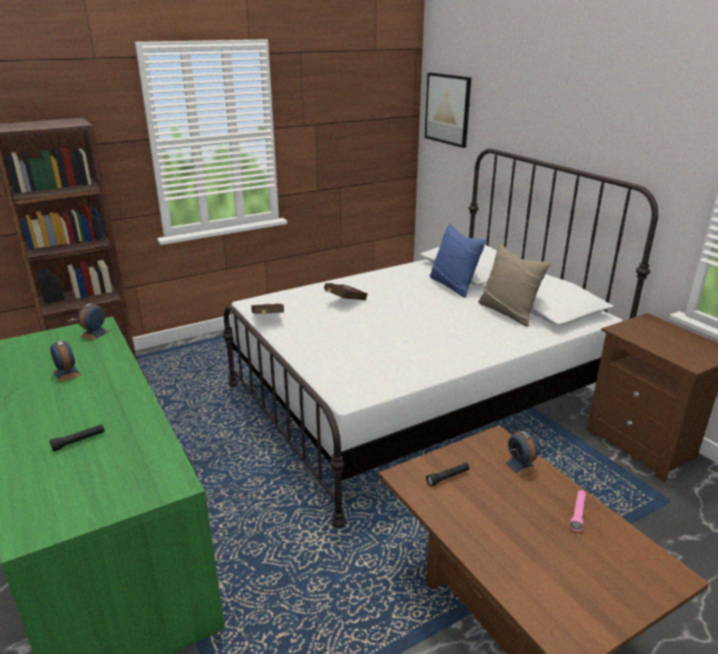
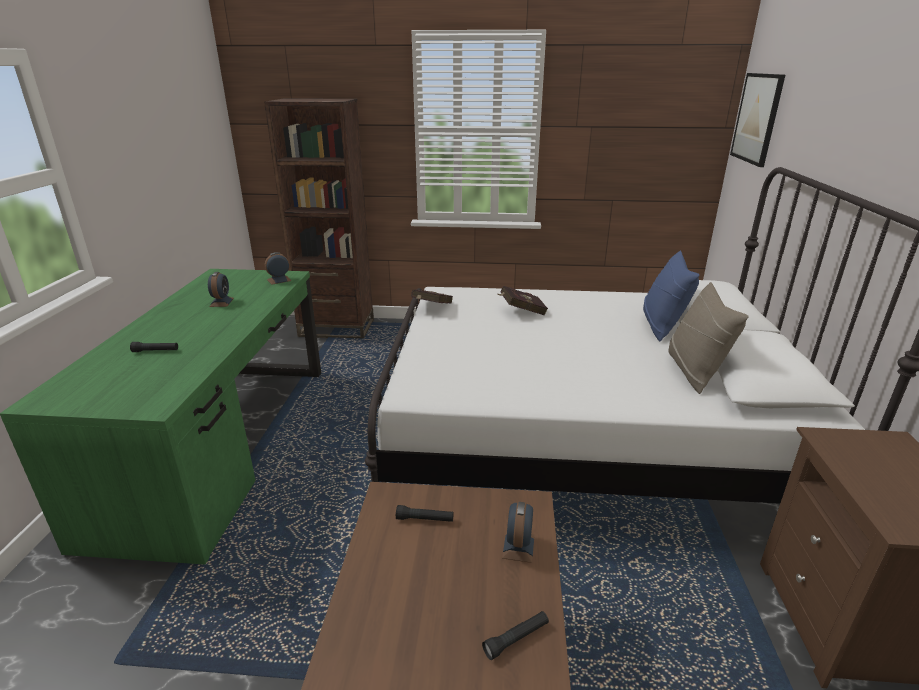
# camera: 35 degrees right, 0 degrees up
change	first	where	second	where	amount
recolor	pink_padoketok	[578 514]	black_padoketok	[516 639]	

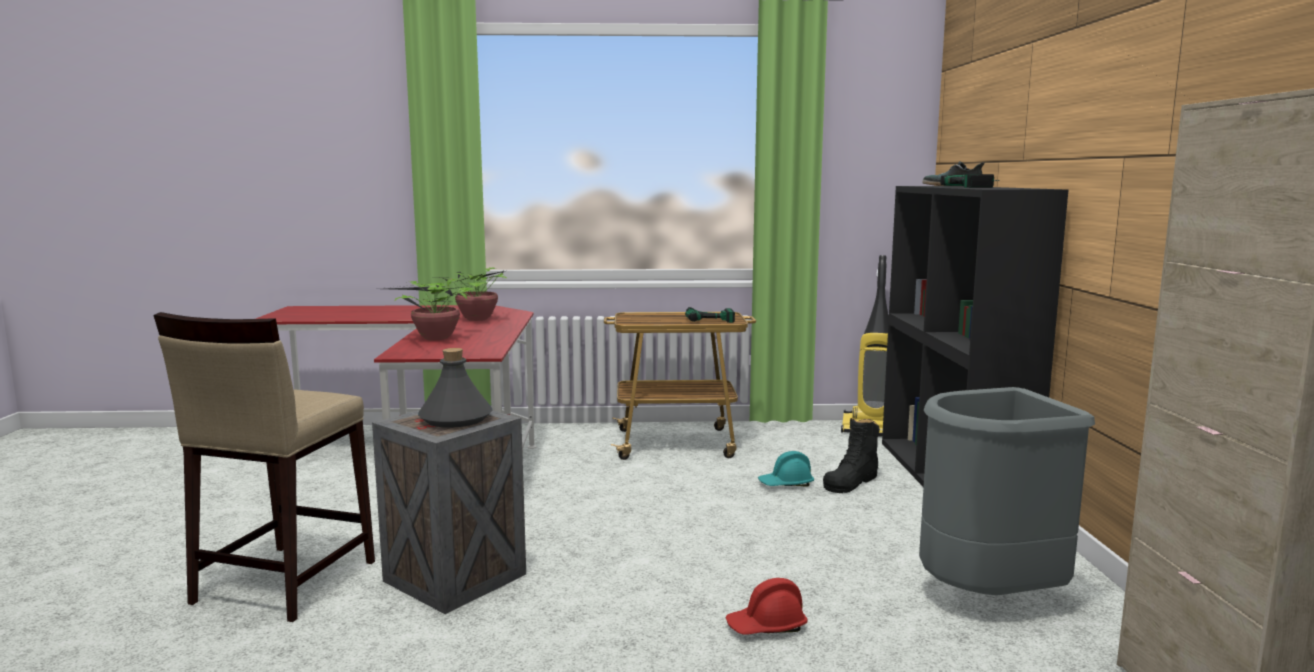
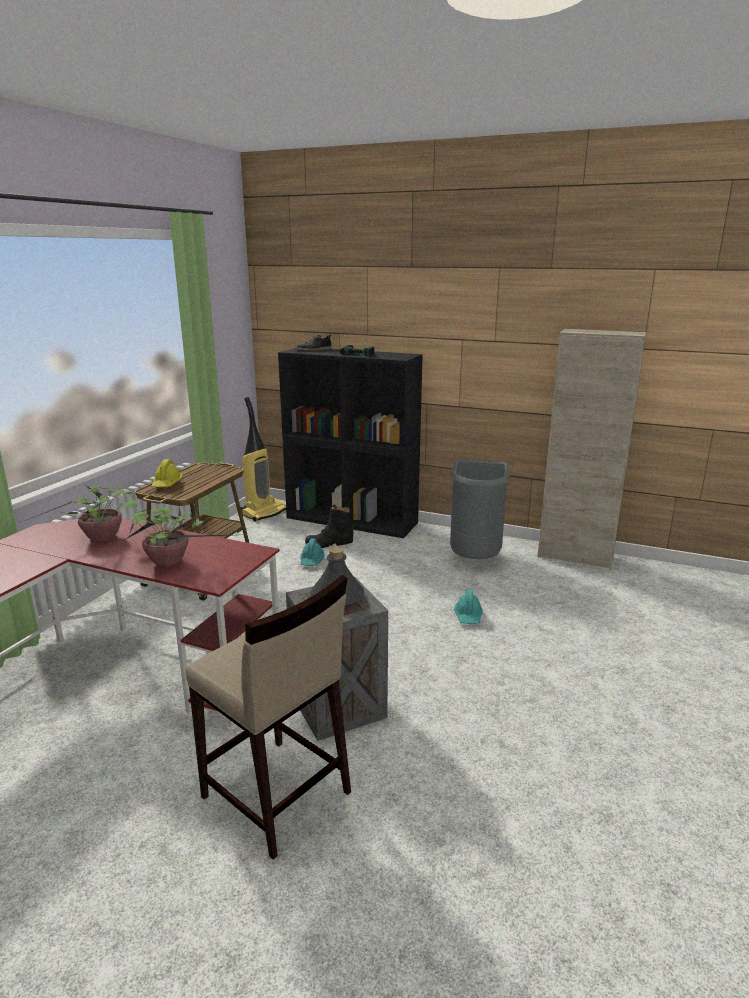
# camera: 65 degrees left, 10 degrees up
change	first	where	second	where	amount
insert			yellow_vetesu	[167 484]	
rotate	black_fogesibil	[851 482]		[329 544]	90 degrees clockwise
recolor	red_vetesu	[766 626]	turquoise_vetesu	[468 616]	
delete	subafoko	[707 318]			

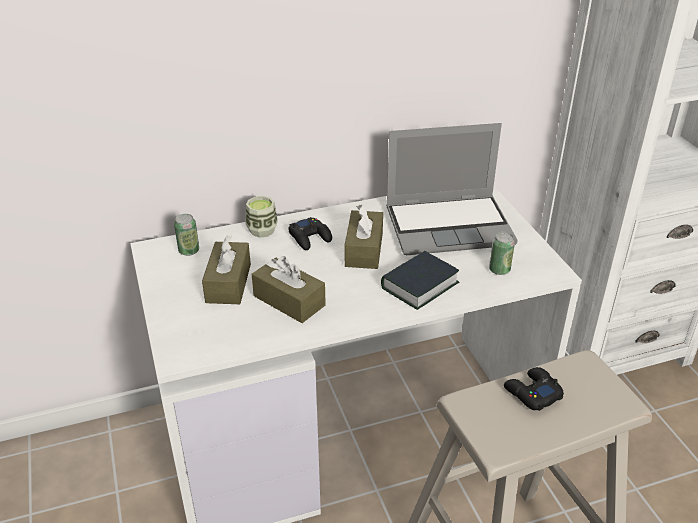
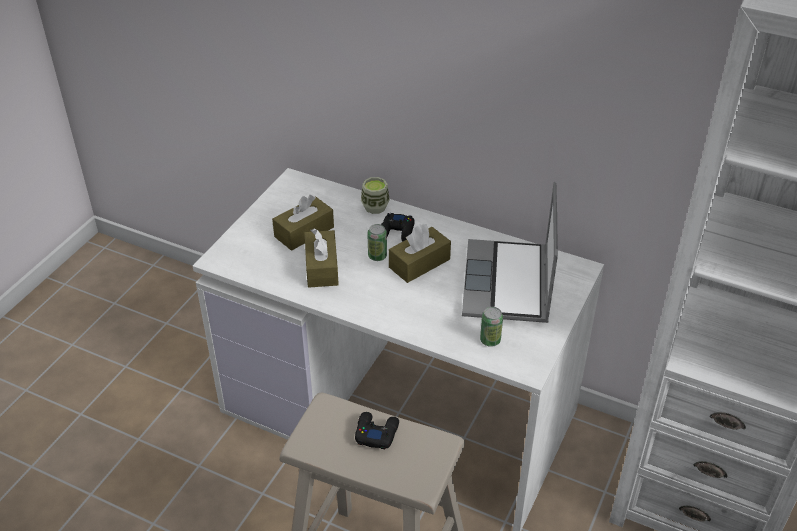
# camera: 45 degrees right, 5 degrees up
change	first	where	second	where	amount
move	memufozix	[189 251]		[377 256]	
rotate	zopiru	[450 225]		[508 284]	60 degrees clockwise
delete	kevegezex	[419 285]			

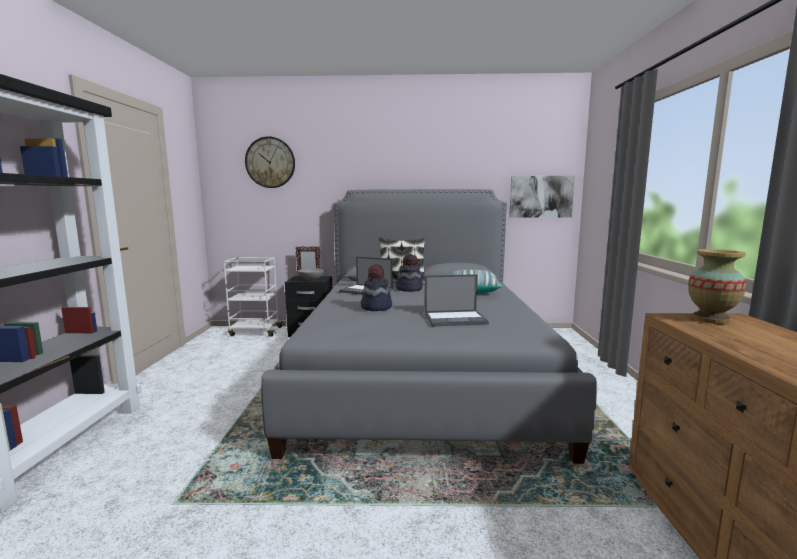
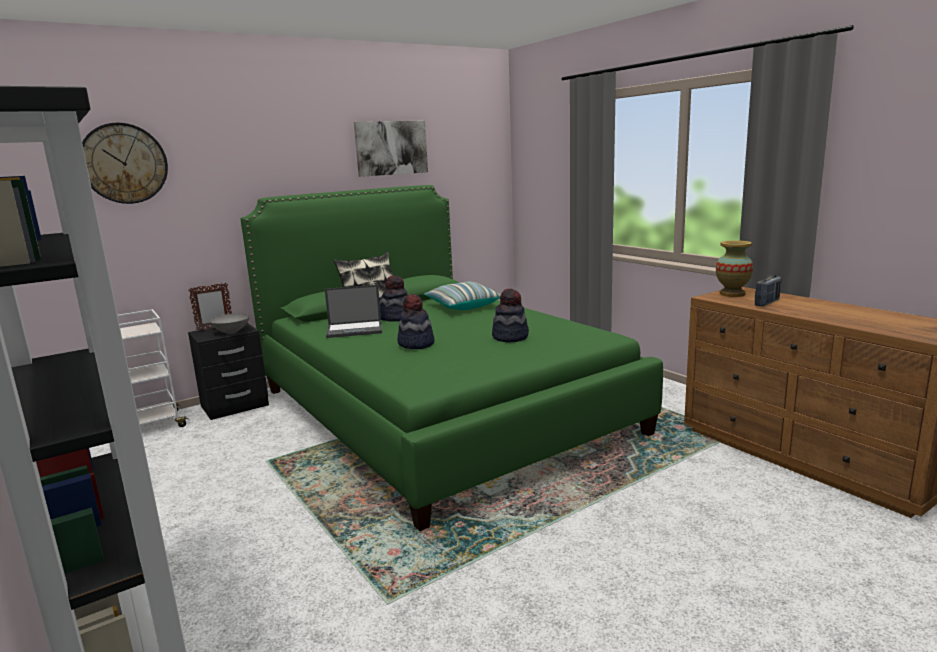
# camera: 35 degrees left, 5 degrees up
change	first	where	second	where	amount
recolor	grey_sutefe	[420 373]	green_sutefe	[438 410]	
move	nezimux	[541 196]		[391 148]	
replace	zopiru	[456 319]	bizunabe	[510 337]	
insert			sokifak	[767 303]	

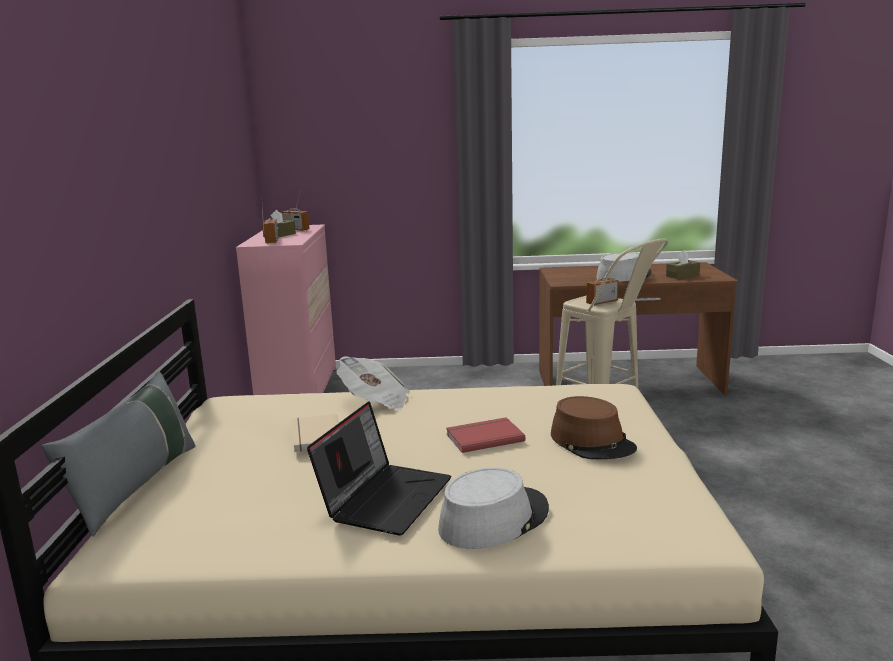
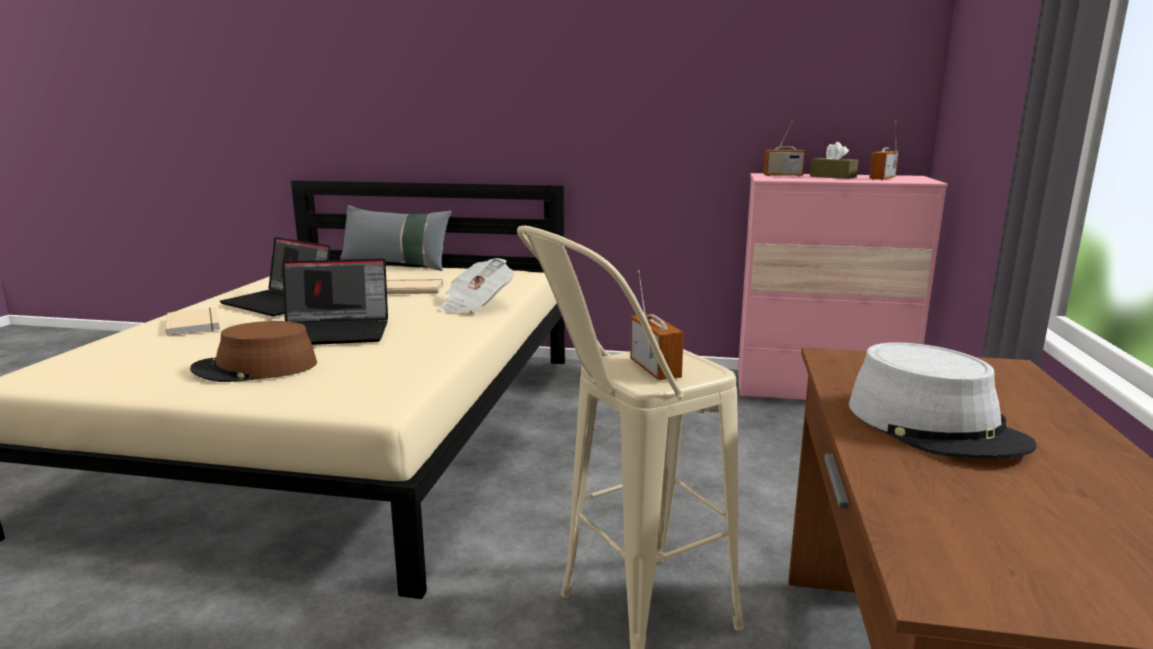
# camera: 100 degrees right, 0 degrees up
change	first	where	second	where	amount
replace	grey_bizunabe	[493 519]	beige_kevegezex	[196 324]	
replace	red_kevegezex	[483 437]	zopiru	[335 332]	
delete	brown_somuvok	[682 276]			

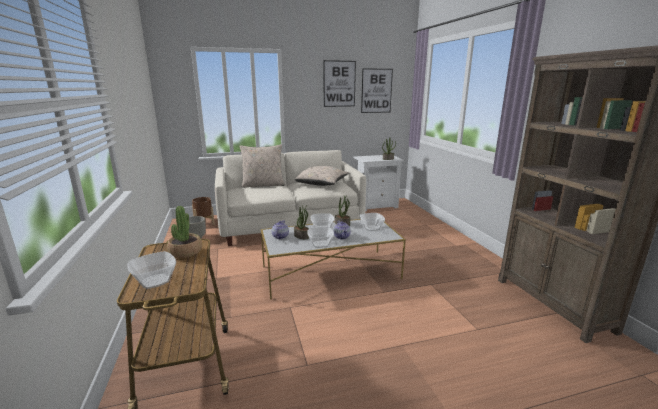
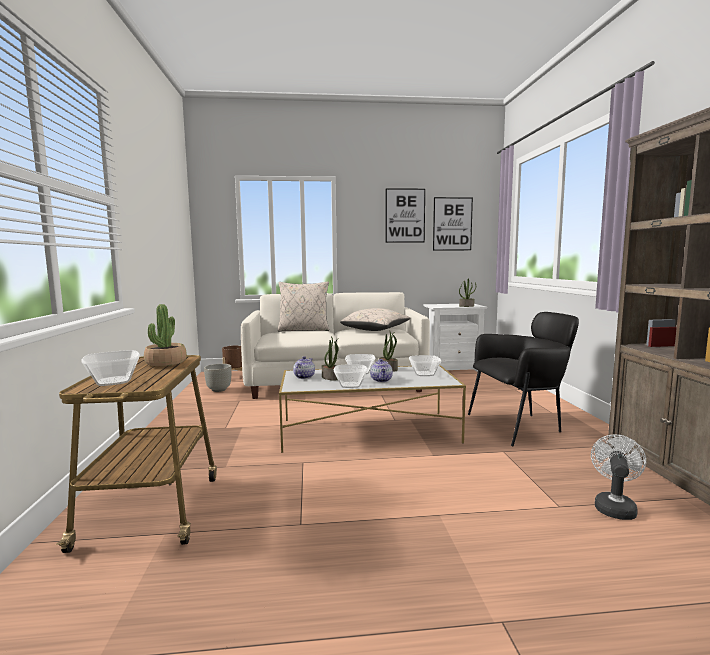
# camera: 10 degrees right, 10 degrees down
change	first	where	second	where	amount
insert			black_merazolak	[520 426]	
insert			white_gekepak	[614 506]	

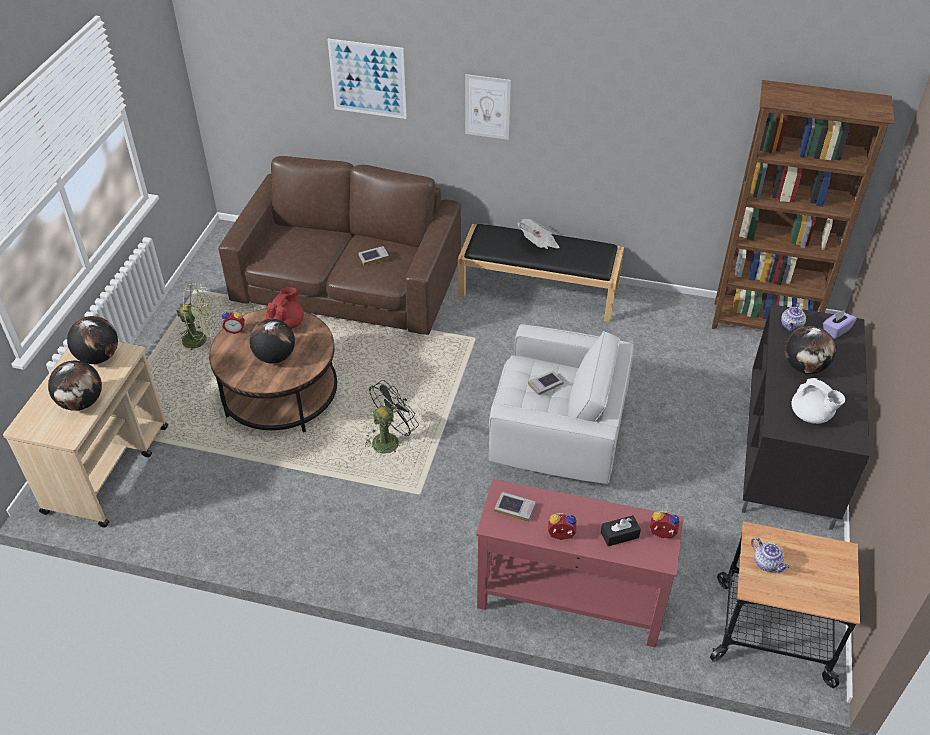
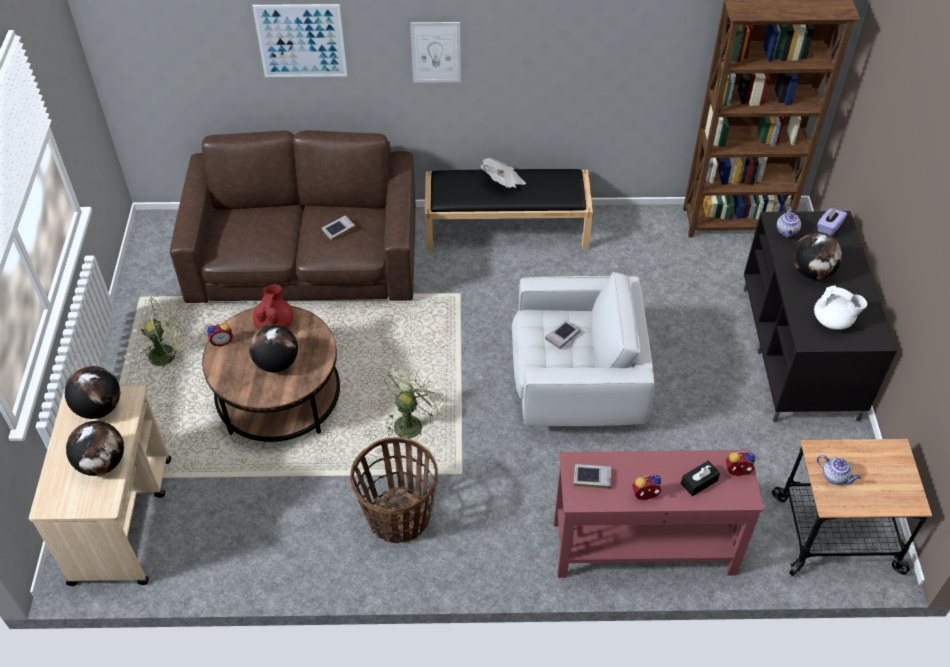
# camera: 15 degrees left, 5 degrees up
change	first	where	second	where	amount
insert			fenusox	[398 517]	
recolor	black_gekepak	[389 439]	green_gekepak	[410 422]	

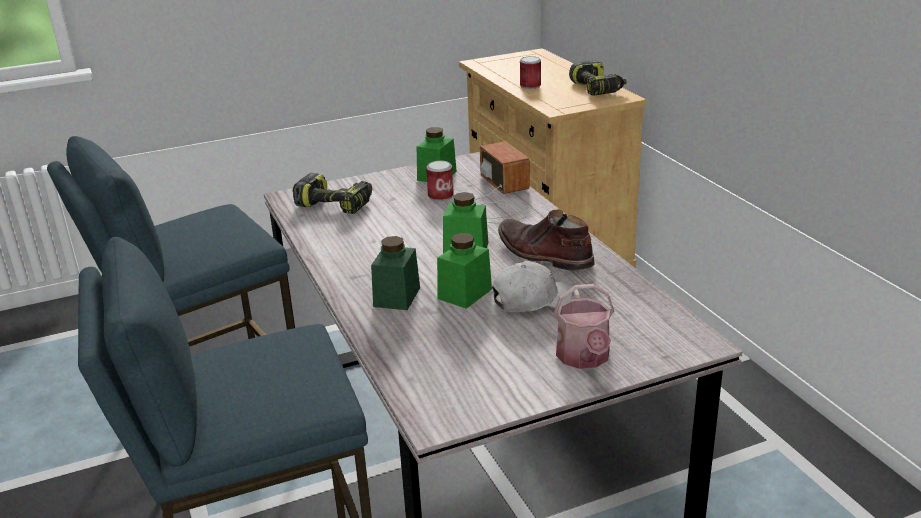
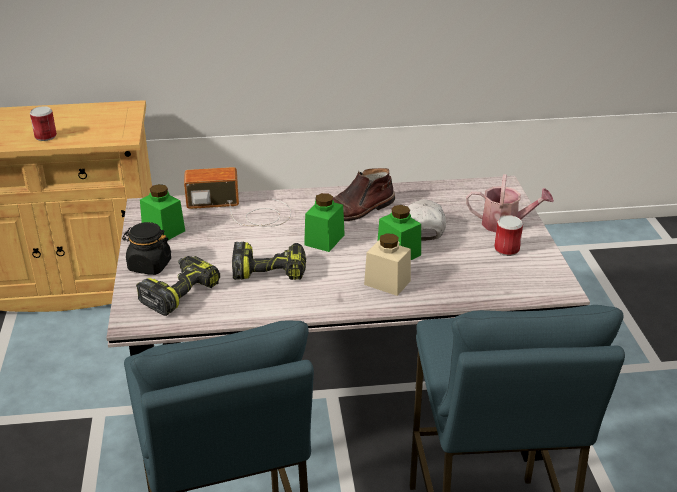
# camera: 75 degrees left, 5 degrees up
change	first	where	second	where	amount
insert			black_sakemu	[149 265]	
move	subafoko	[597 88]		[270 270]	
recolor	green_sakemu	[397 297]	beige_sakemu	[387 282]	
move	memufozix	[440 196]		[506 249]	

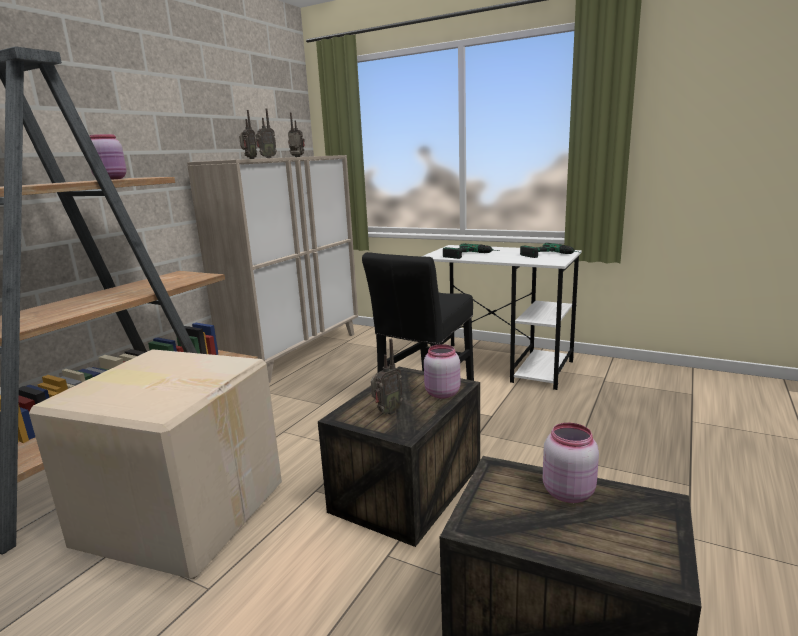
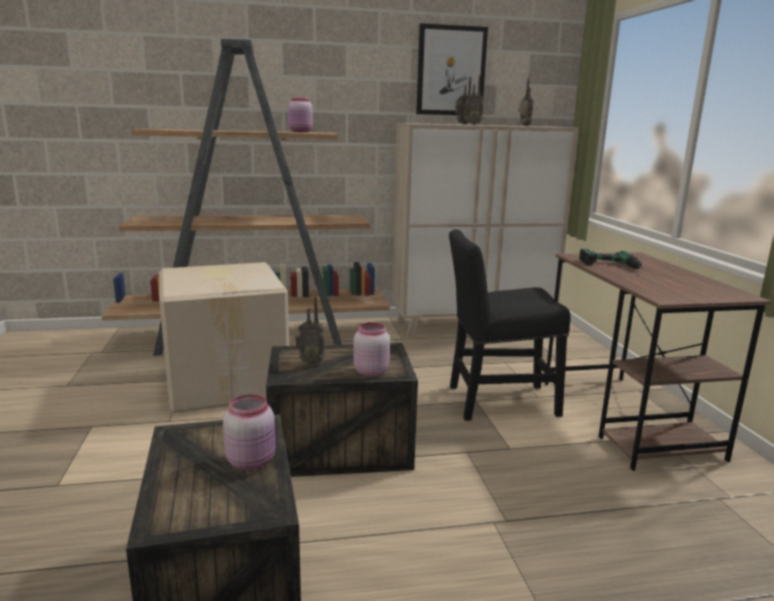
# camera: 50 degrees right, 0 degrees up
change	first	where	second	where	amount
insert			nezimux	[451 71]	
recolor	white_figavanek	[499 365]	brown_figavanek	[626 418]	
delete	subafoko	[551 255]			

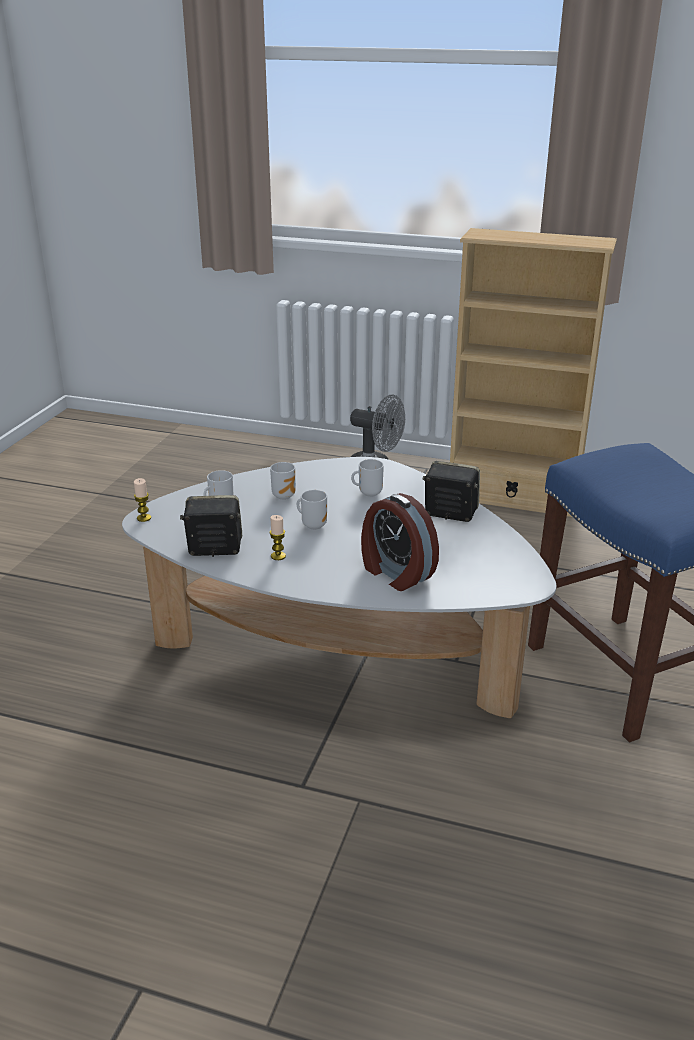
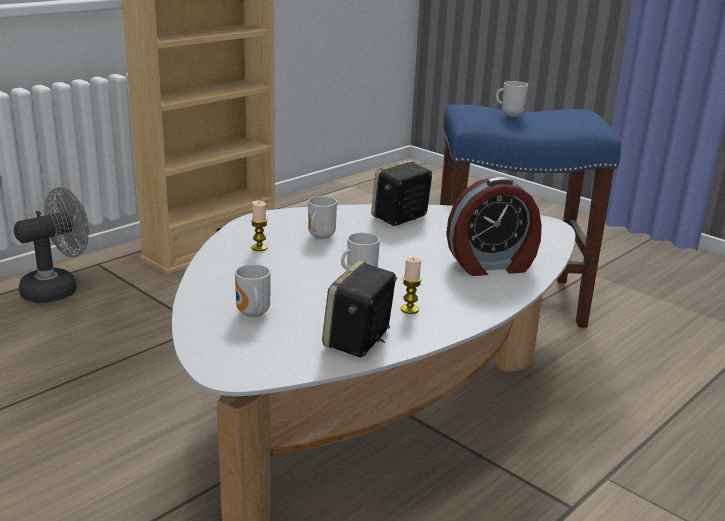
# camera: 65 degrees left, 5 degrees down
change	first	where	second	where	amount
move	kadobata	[144 518]		[259 248]	
move	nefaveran	[285 495]		[510 114]	

